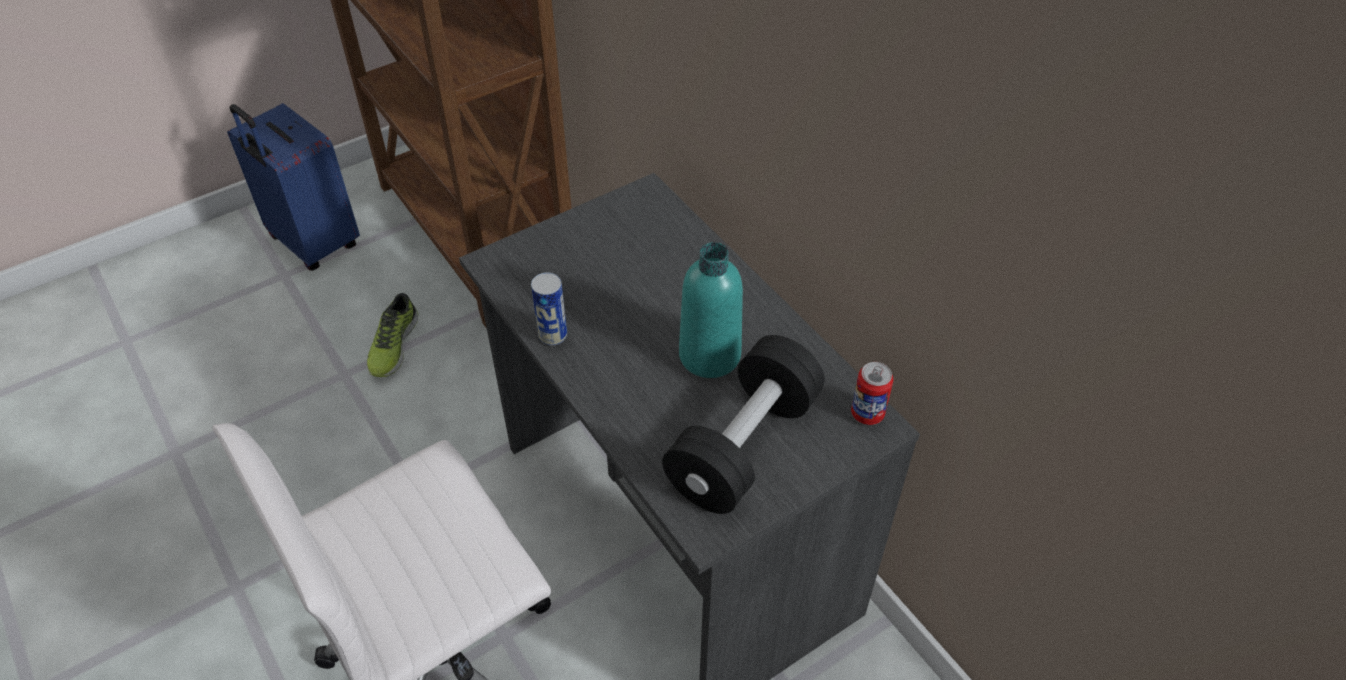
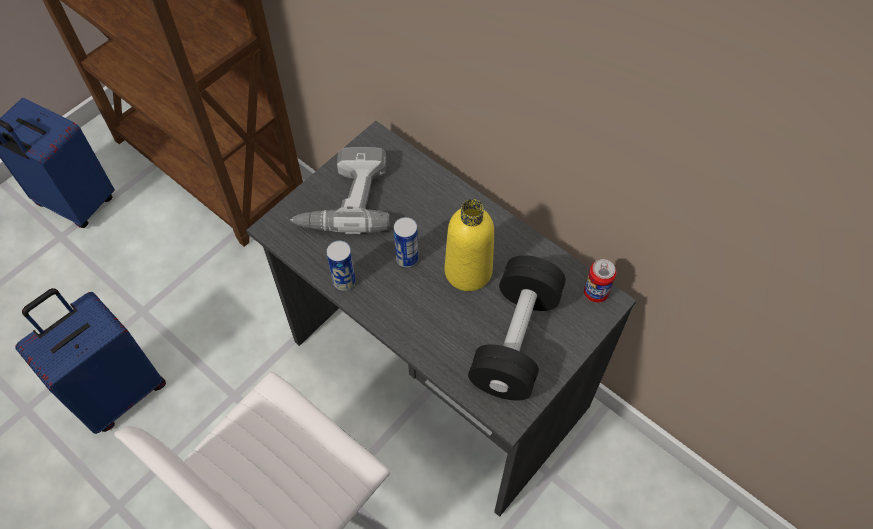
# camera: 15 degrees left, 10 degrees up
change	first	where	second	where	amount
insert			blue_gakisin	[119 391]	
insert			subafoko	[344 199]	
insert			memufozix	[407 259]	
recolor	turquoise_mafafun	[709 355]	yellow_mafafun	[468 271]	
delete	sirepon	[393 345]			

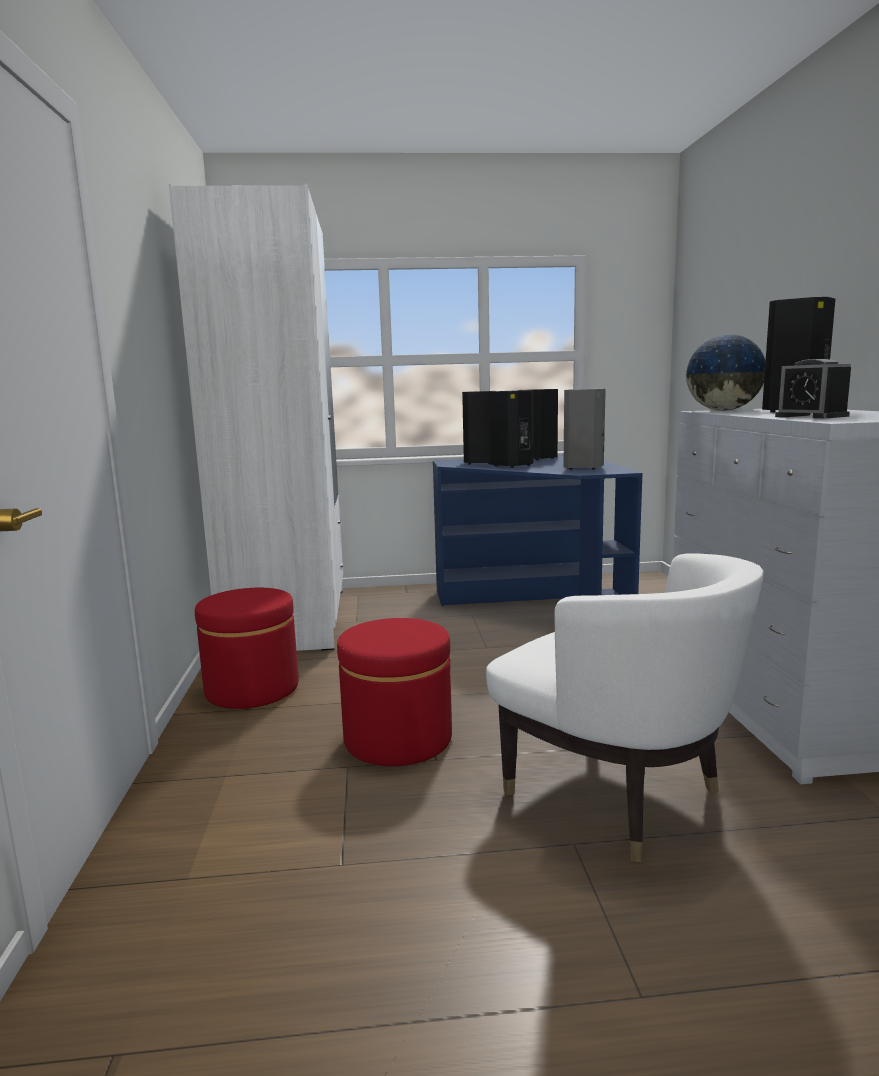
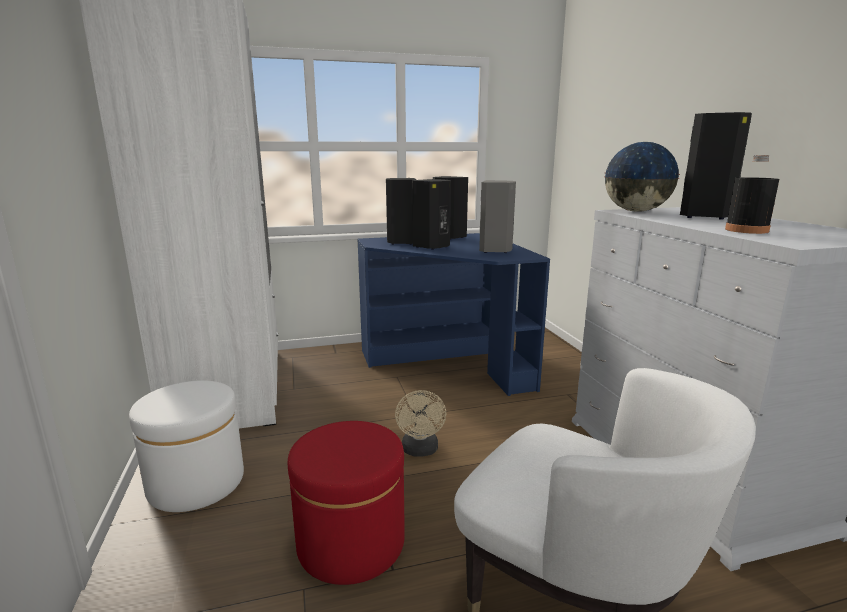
# camera: 10 degrees left, 5 degrees up
change	first	where	second	where	amount
recolor	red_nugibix	[252 689]	white_nugibix	[196 482]	
insert			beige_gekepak	[420 451]	
replace	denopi	[811 416]	black_mafafun	[746 230]	

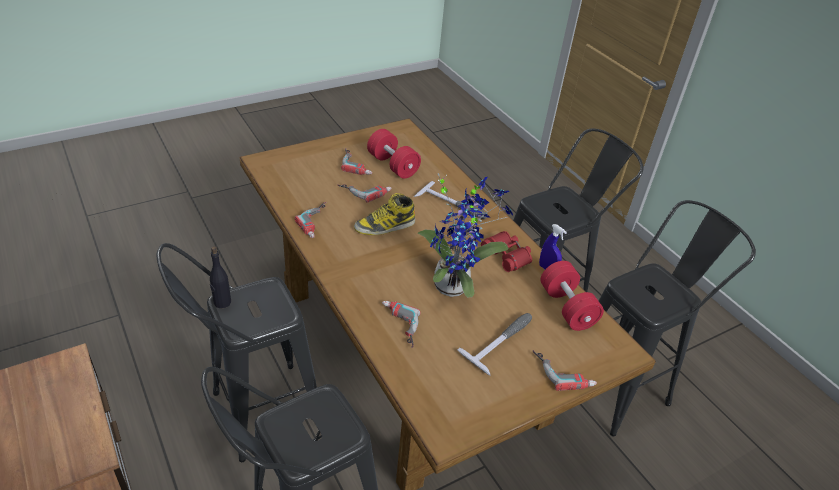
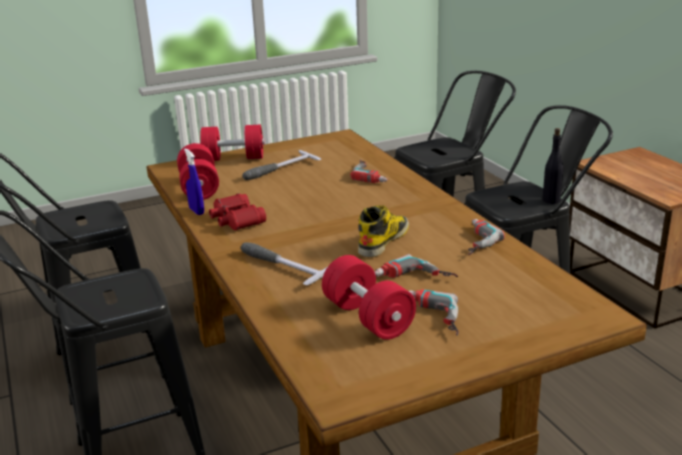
# camera: 170 degrees left, 15 degrees down
change	first	where	second	where	amount
replace	subafoko	[563 371]	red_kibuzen	[234 158]	
rotate	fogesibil	[385 226]		[383 240]	45 degrees counterclockwise
delete	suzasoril	[454 284]			

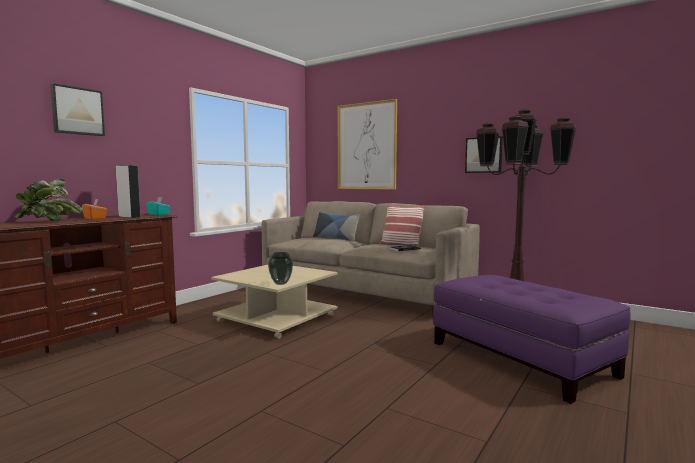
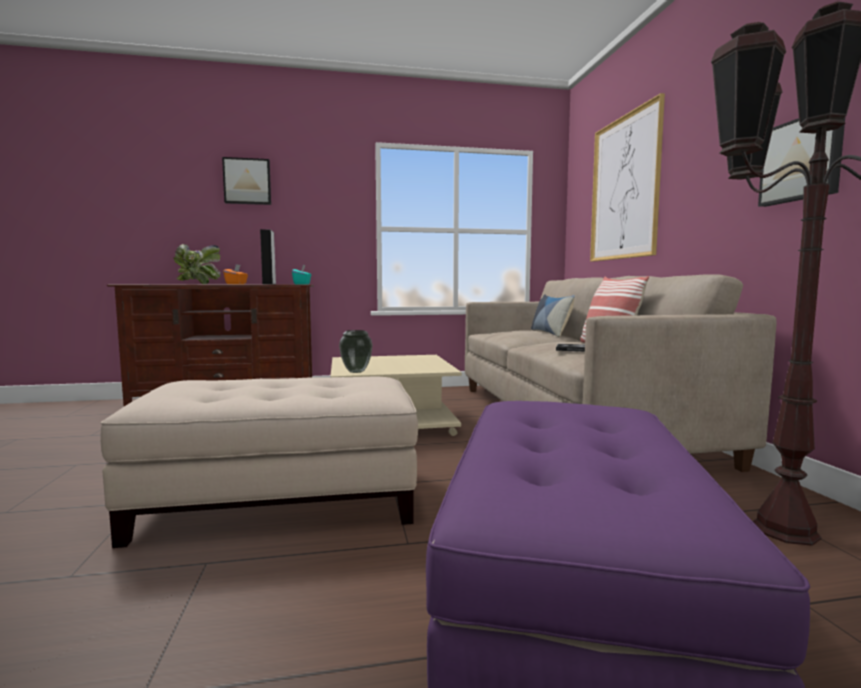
# camera: 45 degrees right, 0 degrees up
change	first	where	second	where	amount
insert			beige_nugibix	[280 501]	

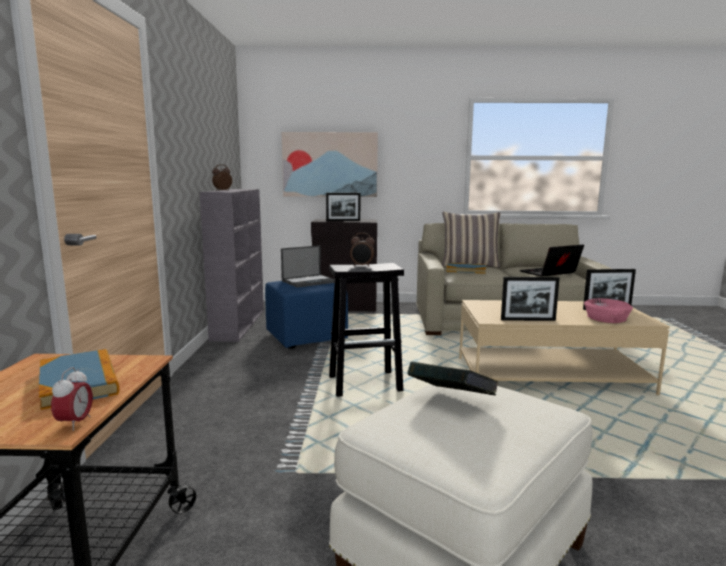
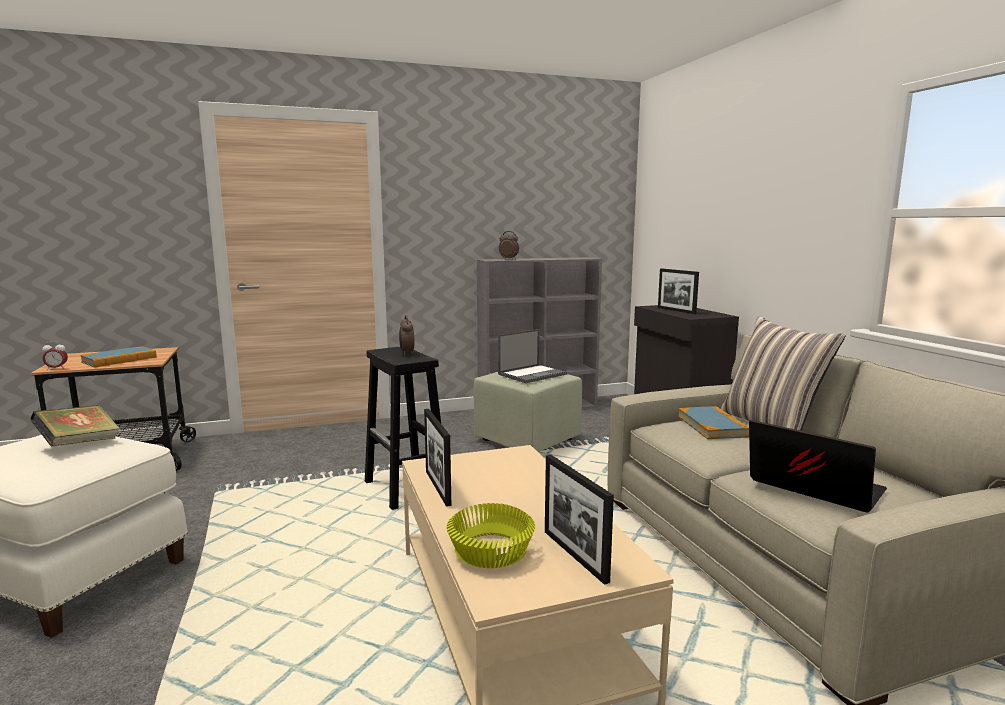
# camera: 70 degrees right, 0 degrees up
change	first	where	second	where	amount
recolor	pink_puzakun	[606 318]	yellow_puzakun	[492 550]	
recolor	blue_nugibix	[307 337]	green_nugibix	[528 440]	
rotate	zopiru	[309 281]		[532 374]	75 degrees counterclockwise
delete	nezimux	[330 164]			

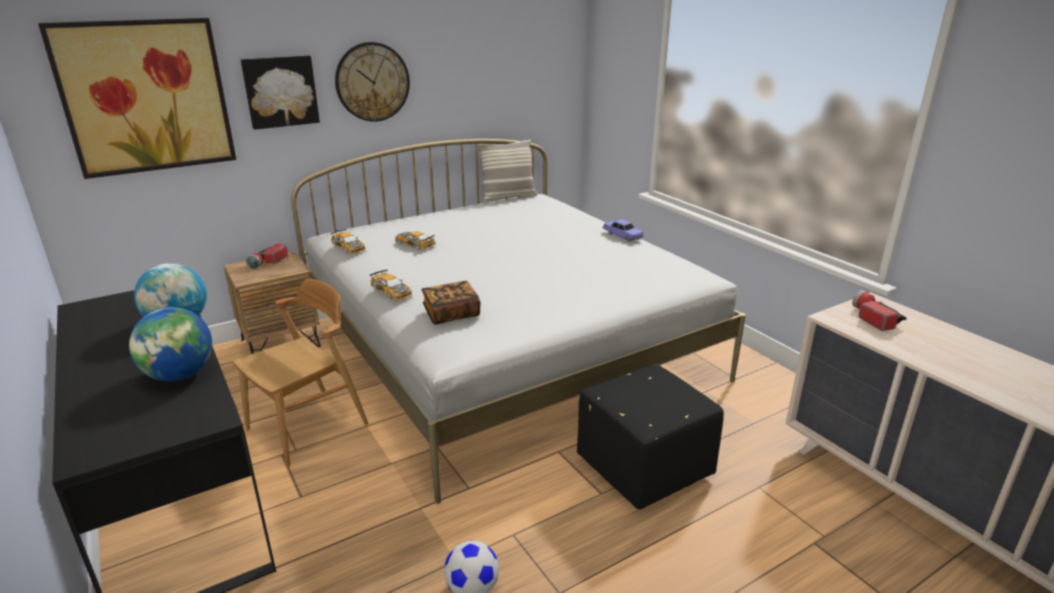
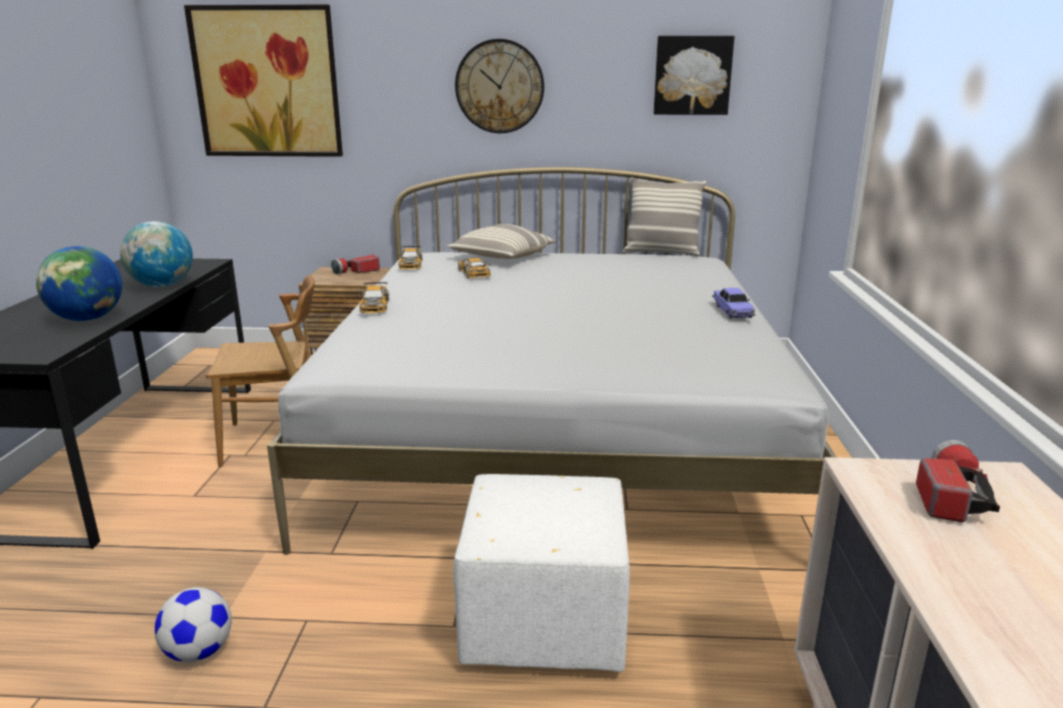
# camera: 35 degrees right, 5 degrees down
change	first	where	second	where	amount
insert			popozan	[501 258]	
recolor	black_nugibix	[643 467]	white_nugibix	[545 621]	
move	nezimux	[280 91]		[692 75]	
delete	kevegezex	[451 314]			

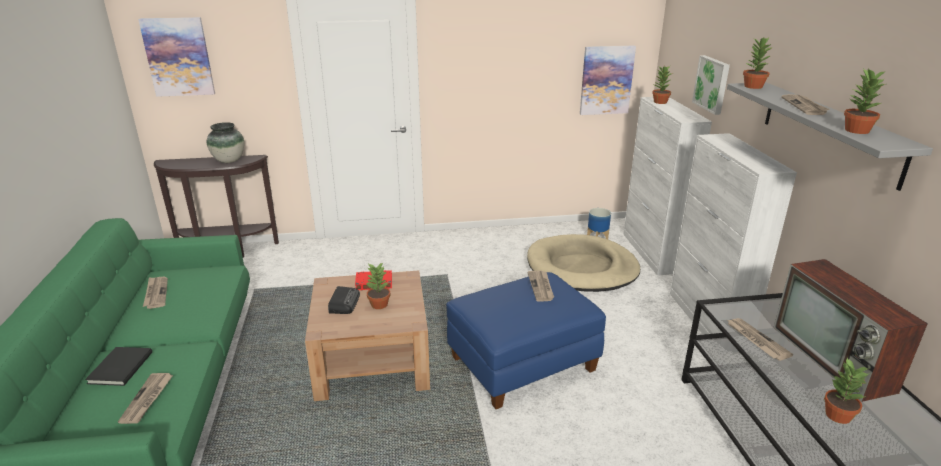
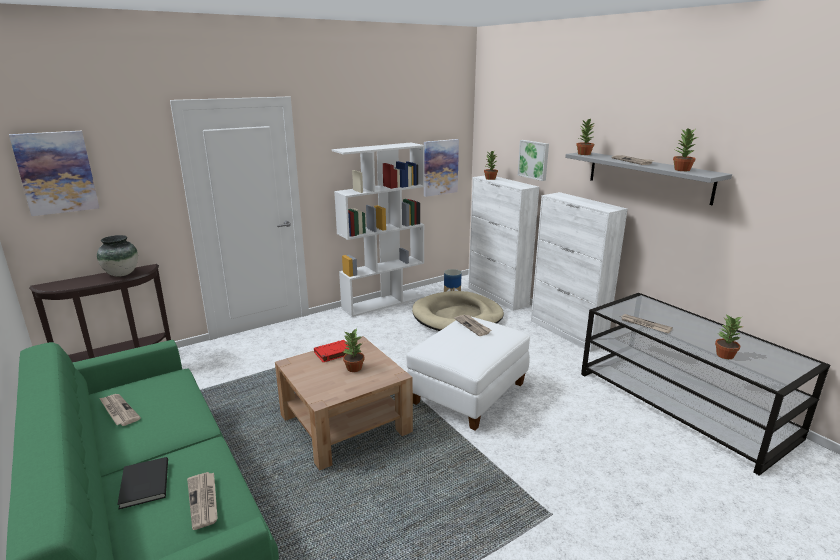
# camera: 25 degrees left, 5 degrees down
change	first	where	second	where	amount
insert			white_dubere	[383 302]	
recolor	blue_nugibix	[523 365]	white_nugibix	[469 394]	
delete	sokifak	[344 303]			
delete	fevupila	[834 359]			

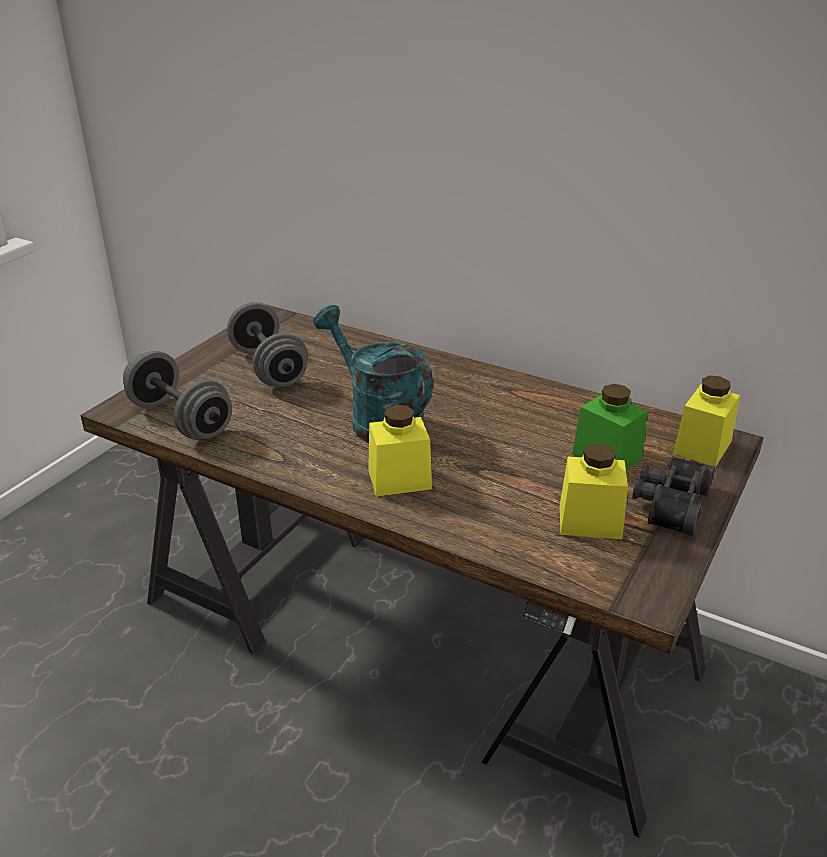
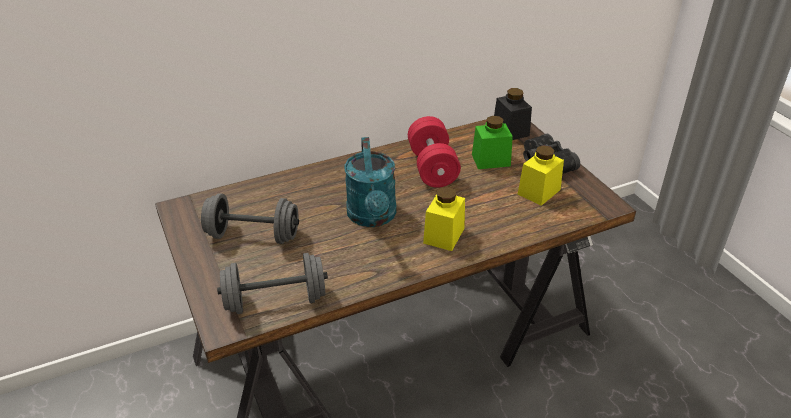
# camera: 55 degrees left, 5 degrees up
change	first	where	second	where	amount
rotate	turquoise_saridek	[377 420]		[373 217]	90 degrees counterclockwise
insert			red_kibuzen	[432 167]	
recolor	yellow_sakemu	[702 447]	black_sakemu	[510 130]	

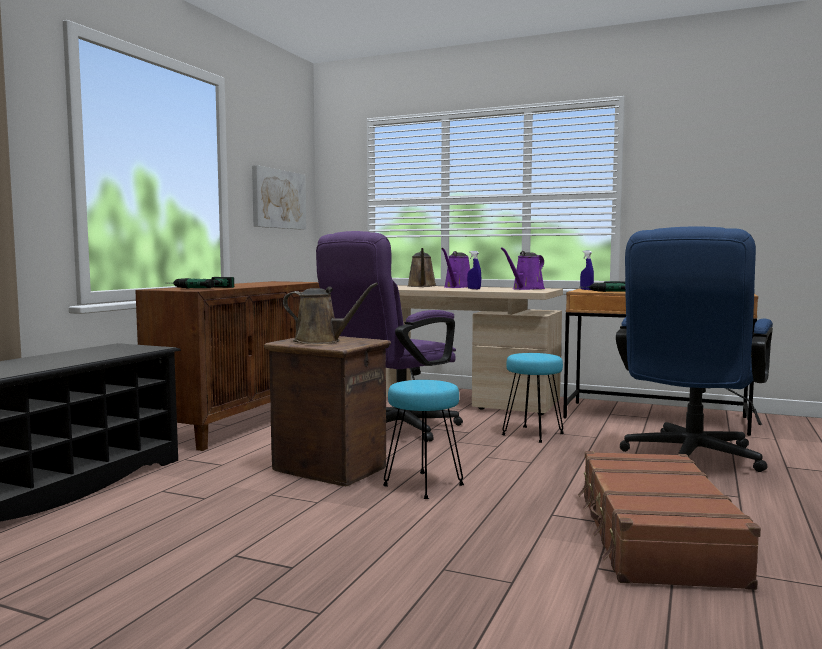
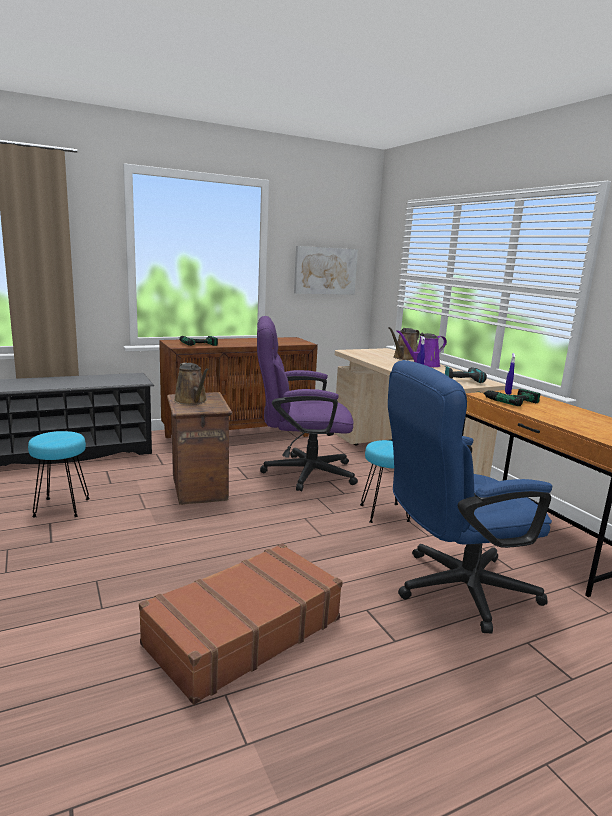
# camera: 40 degrees right, 10 degrees up
change	first	where	second	where	amount
move	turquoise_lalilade	[423 485]		[62 507]	
replace	purple_saridek	[526 289]	subafoko	[462 380]	

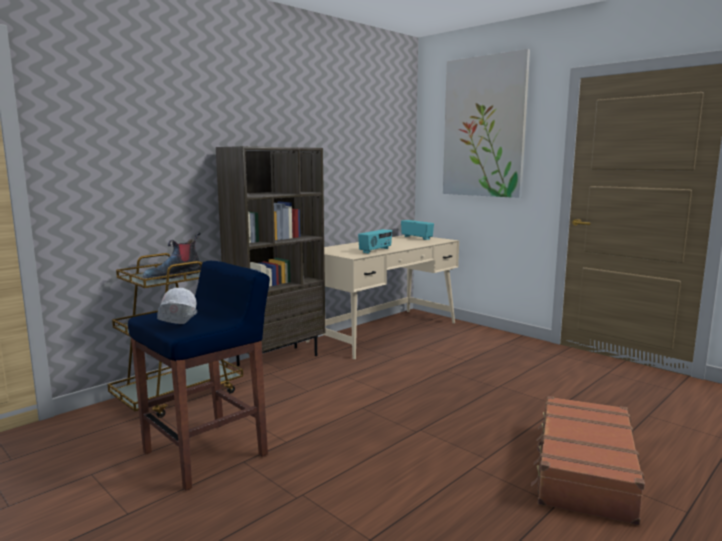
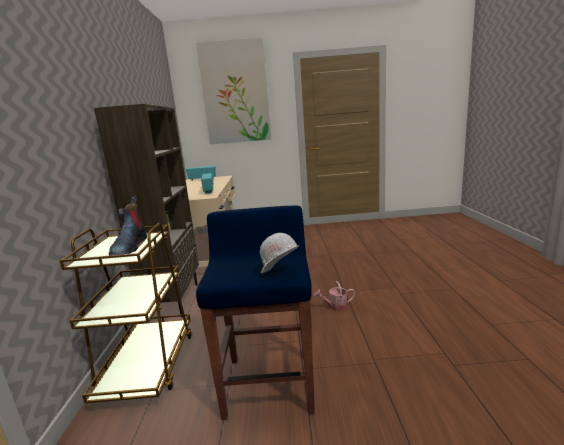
# camera: 45 degrees left, 5 degrees up
change	first	where	second	where	amount
insert			saridek	[335 306]	
delete	brown_gakisin	[583 470]			

